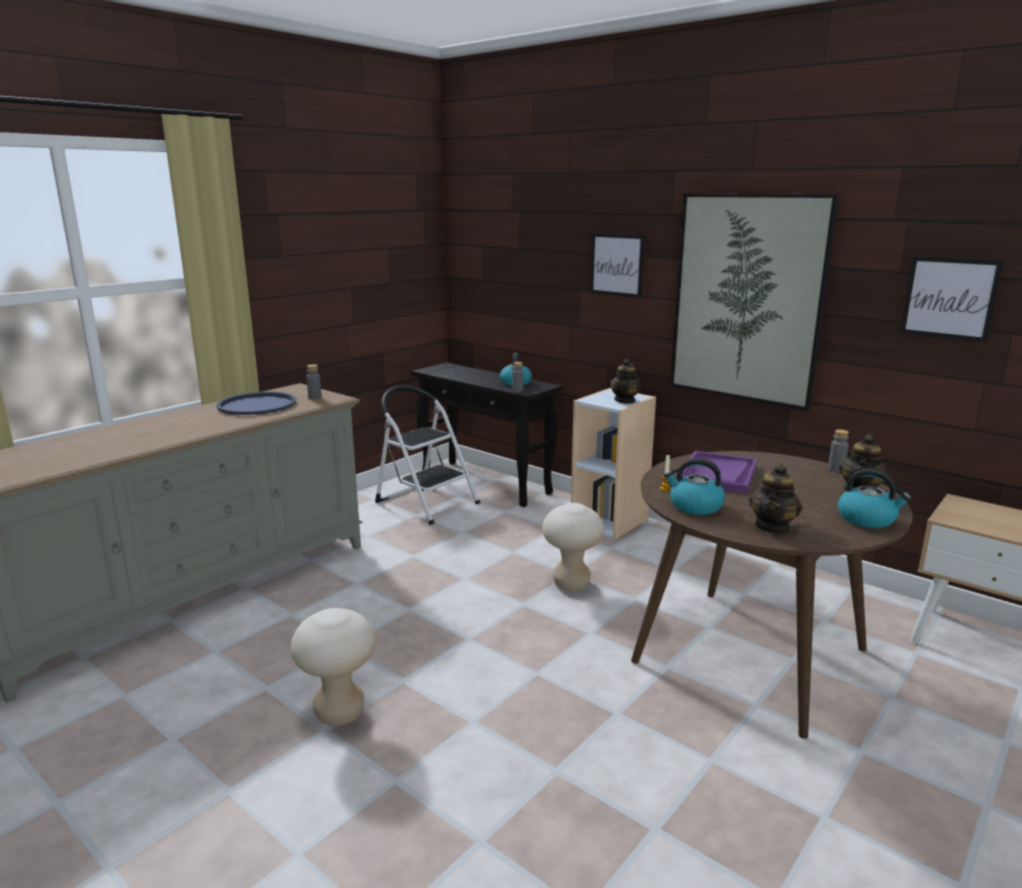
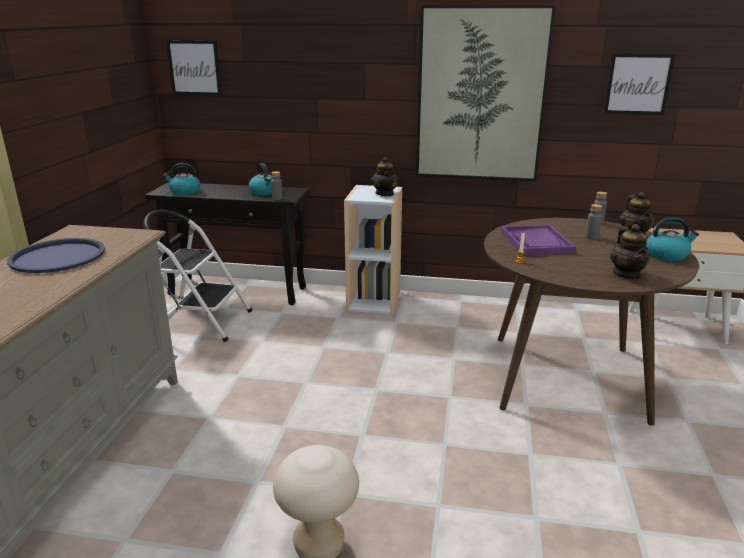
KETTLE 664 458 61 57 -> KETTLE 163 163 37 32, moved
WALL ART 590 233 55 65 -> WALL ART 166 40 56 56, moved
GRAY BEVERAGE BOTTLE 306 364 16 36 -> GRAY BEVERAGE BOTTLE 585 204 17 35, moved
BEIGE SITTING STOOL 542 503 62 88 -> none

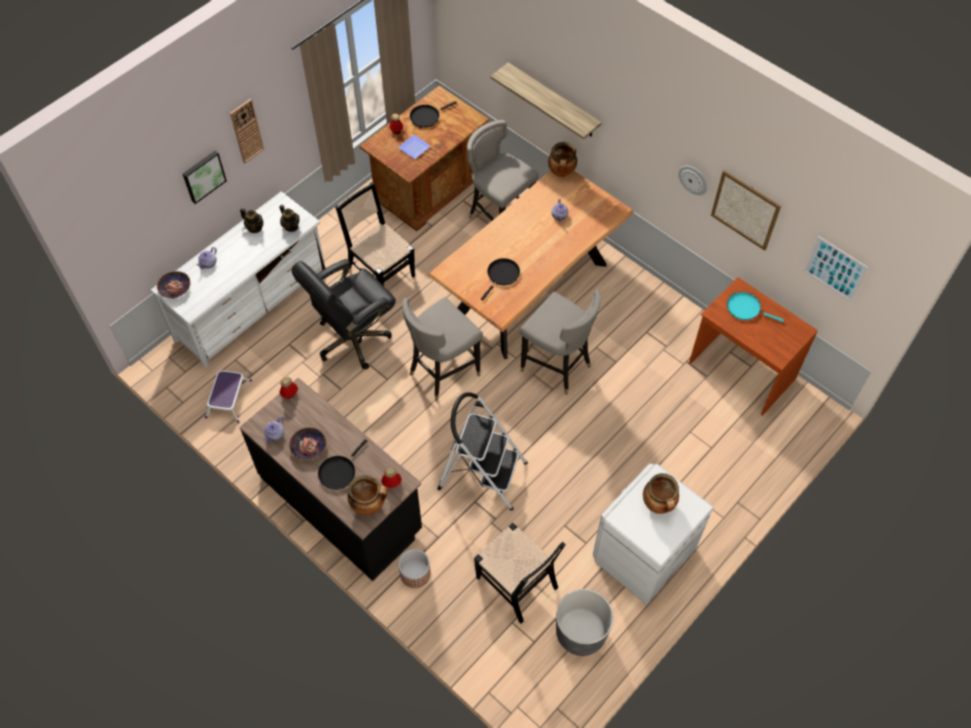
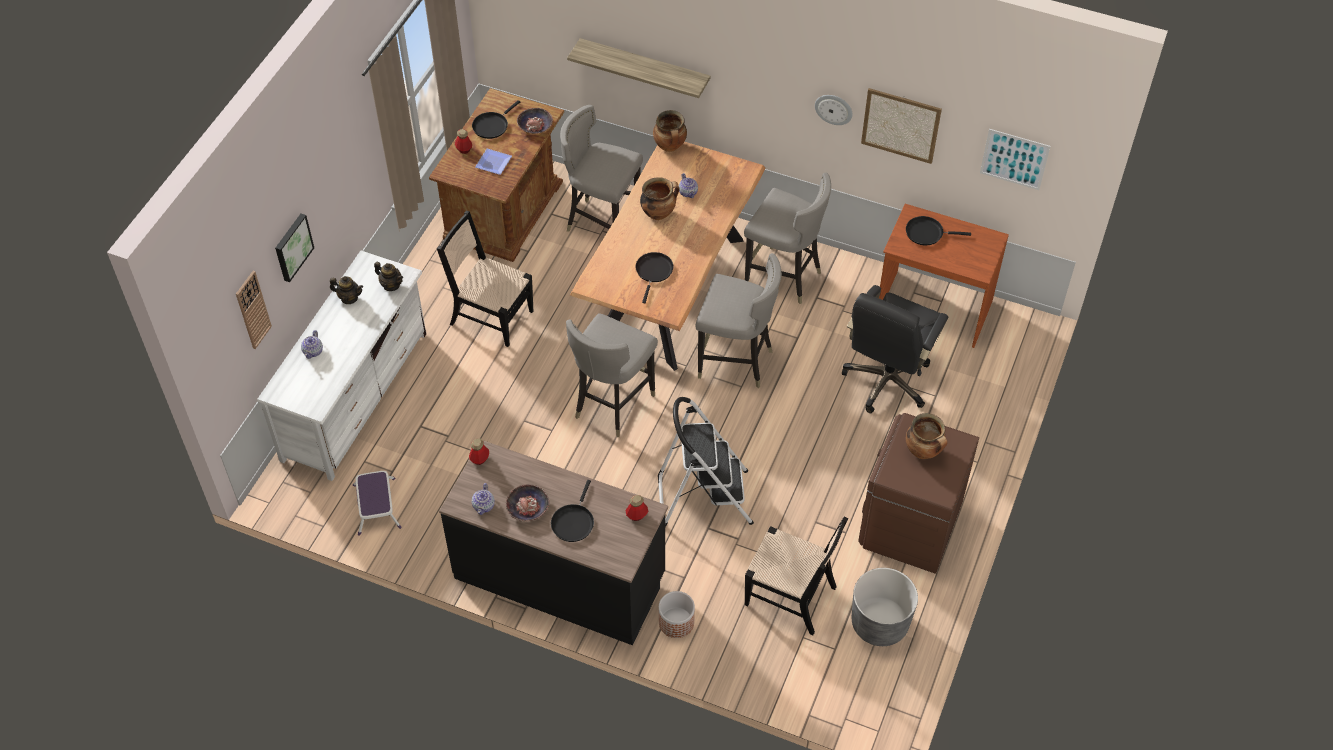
HANGING CLOCK 230 99 34 64 -> HANGING CLOCK 236 271 36 78, moved
BOWL 157 271 34 28 -> BOWL 517 108 36 26, moved
SAUCEPOT 348 475 40 41 -> SAUCEPOT 640 177 40 43, moved
none -> GRAY SITTING STOOL 744 173 87 131
BLACK-COLOURED OFFICE CHAIR 292 259 104 110 -> BLACK-COLOURED OFFICE CHAIR 842 285 106 128, moved
WHITE-COLOURED WASHING MACHINE 593 463 121 142 -> BROWNISH WASHING MACHINE 858 413 121 161
TURQUOISE-COLOURED FRYING PAN 727 292 57 30 -> BLACK-COLOURED FRYING PAN 906 216 65 29

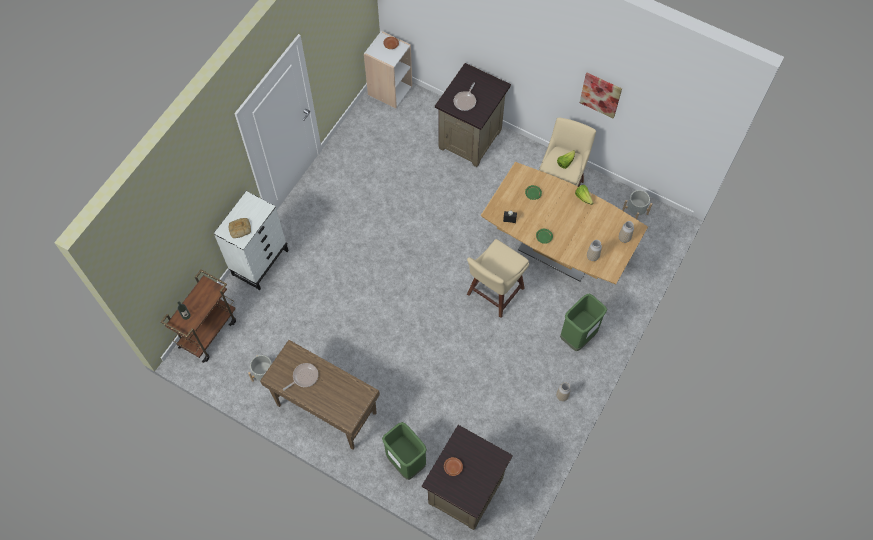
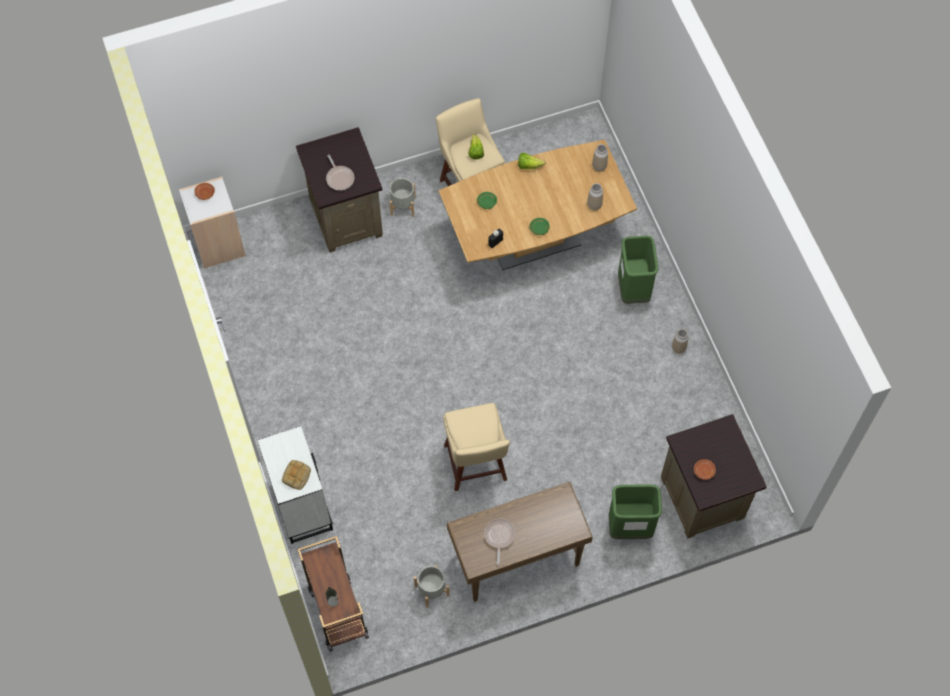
GRAY PLANTER 622 190 30 29 -> GRAY PLANTER 389 178 27 39, moved
BEIGE SITTING STOOL 467 239 62 79 -> BEIGE SITTING STOOL 443 403 67 88, moved
WALL ART 580 73 42 45 -> none

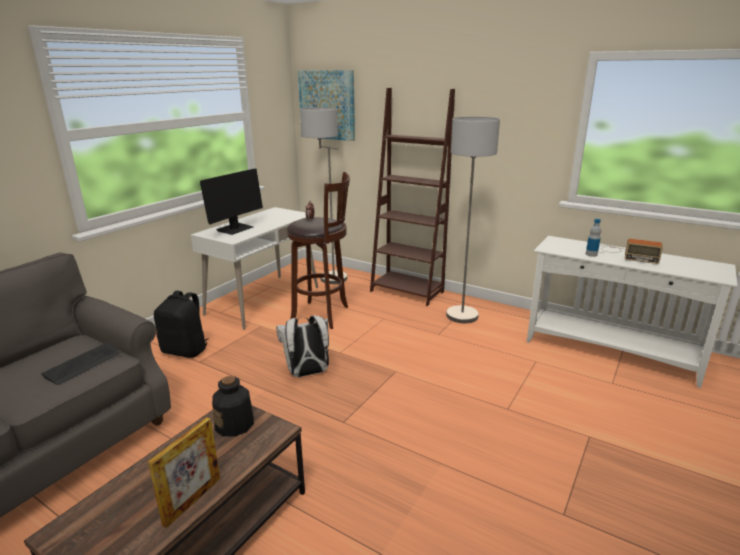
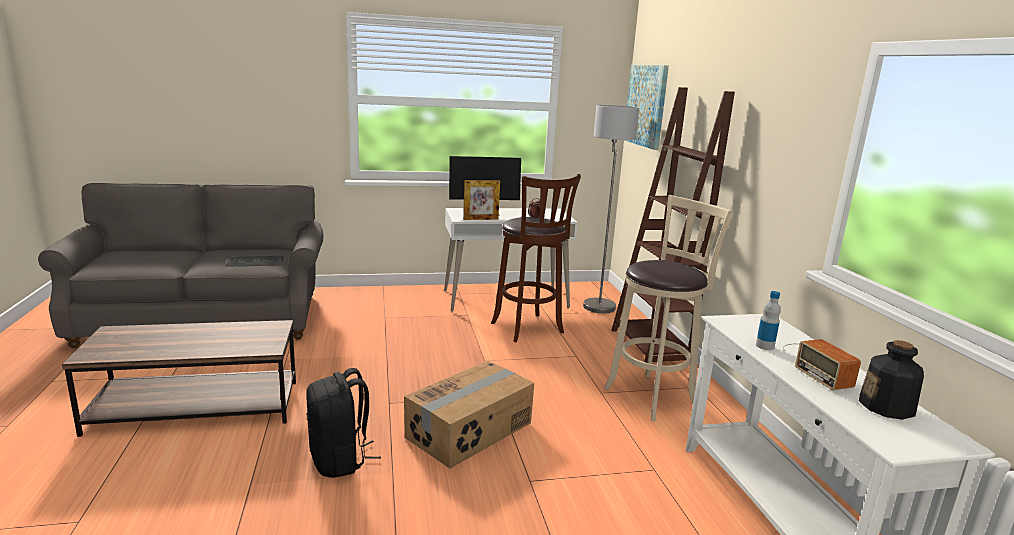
BLACK-COLOURED BACKPACK 154 291 54 67 -> BLACK-COLOURED BACKPACK 306 368 75 110, moved
none -> PACKING BOX 404 361 130 107
PHOTO FRAME 148 417 72 111 -> PHOTO FRAME 463 180 37 40, moved
GRAY STANDING LAMP 446 116 54 207 -> BEIGE SITTING STOOL 604 195 130 226
BEVERAGE BOTTLE 212 376 42 61 -> BEVERAGE BOTTLE 859 340 65 80, moved
WHITE-COLOURED BACKPACK 276 315 53 62 -> none

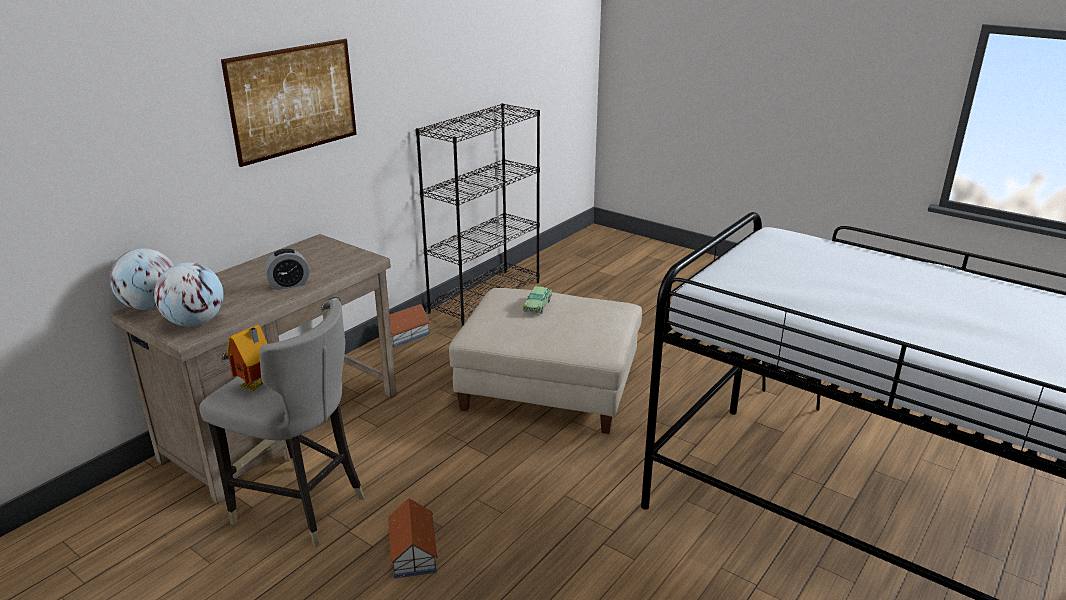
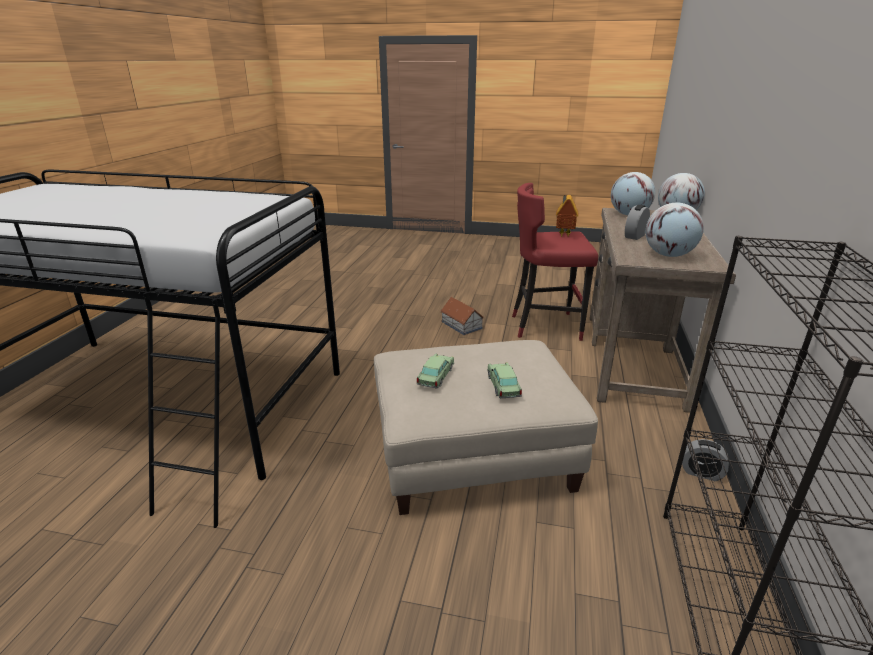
none -> MODEL CAR 417 353 37 35
GRAY SITTING STOOL 199 299 166 248 -> RED SITTING STOOL 512 183 86 158
none -> DESK GLOBE 646 203 58 54
MINIATURE HOUSE 377 304 54 44 -> ALARM CLOCK 682 439 47 42
WALL ART 221 39 136 128 -> none

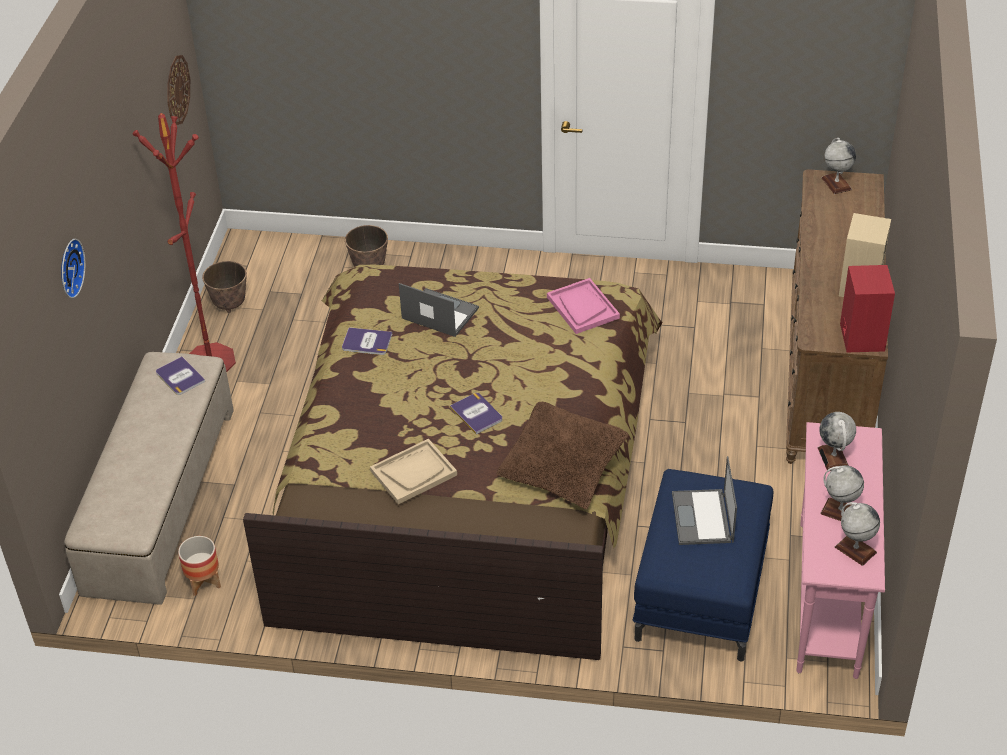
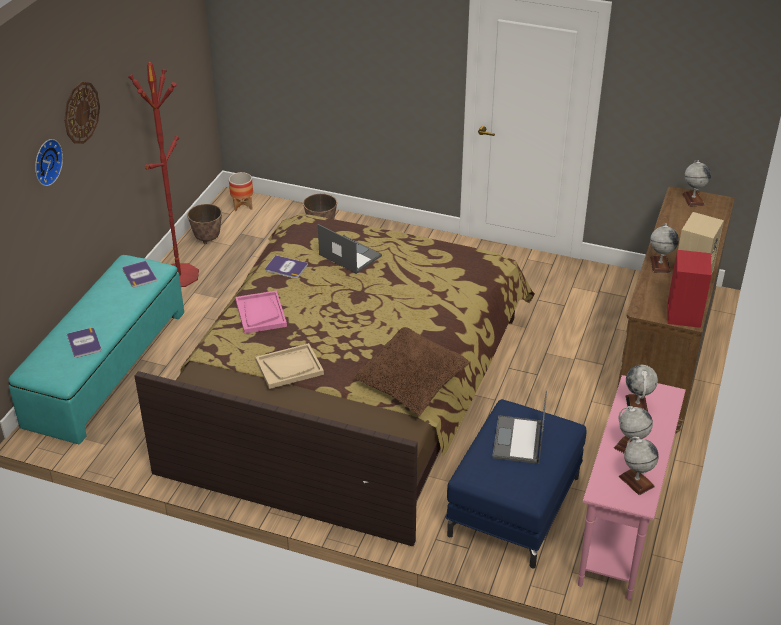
BEIGE INDOOR BENCH 64 352 170 253 -> TURQUOISE-COLOURED INDOOR BENCH 8 255 176 189
HANGING CLOCK 167 55 23 70 -> HANGING CLOCK 64 82 36 62, moved
BOOK 450 393 52 42 -> BOOK 67 328 34 30, moved
PLANTER 178 536 43 60 -> PLANTER 229 172 24 39, moved
PINK SERVING TRAY 547 278 73 56 -> PINK SERVING TRAY 235 290 52 44, moved
none -> DESK GLOBE 650 223 29 50

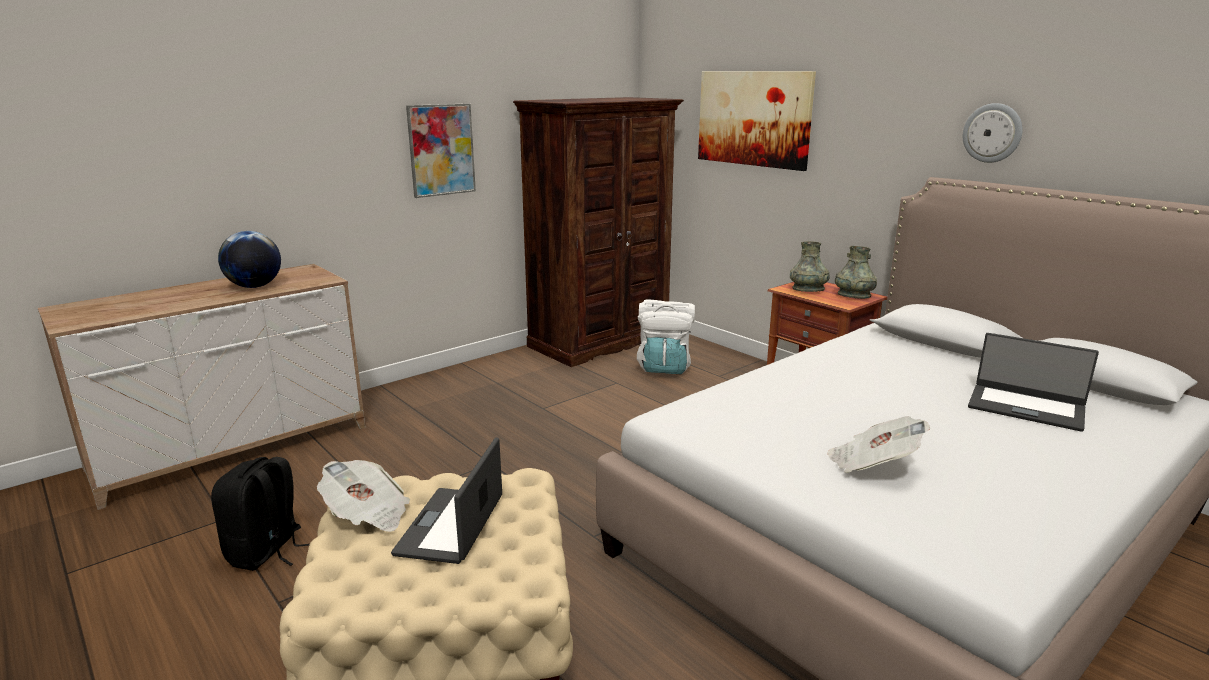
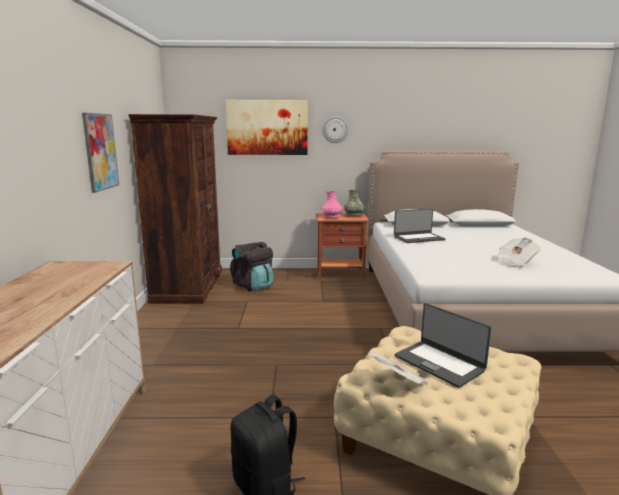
WHITE-COLOURED BACKPACK 637 299 58 75 -> BLACK-COLOURED BACKPACK 230 242 44 49
HANGING CLOCK 963 103 60 60 -> HANGING CLOCK 322 116 27 27, moved
GRAY FLOWER VASE 790 241 40 51 -> PINK FLOWER VASE 322 191 21 27
NOTEBOOK COMPUTER 968 333 131 99 -> NOTEBOOK COMPUTER 394 209 51 34, moved
DESK GLOBE 218 231 63 57 -> none

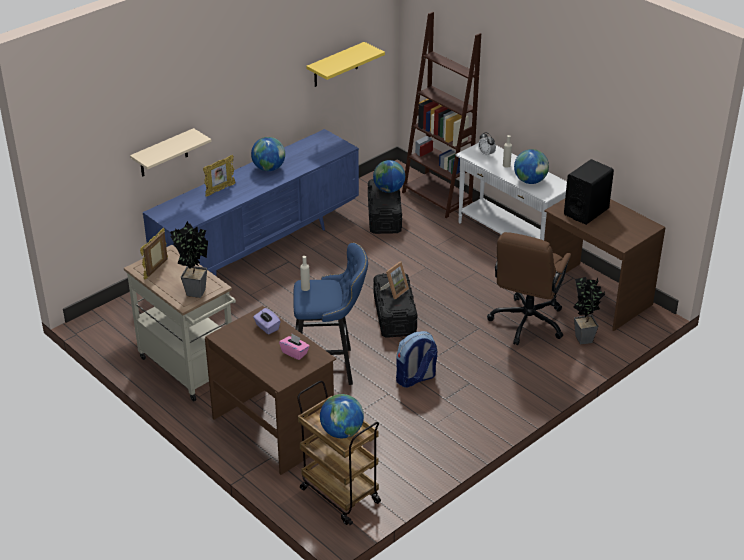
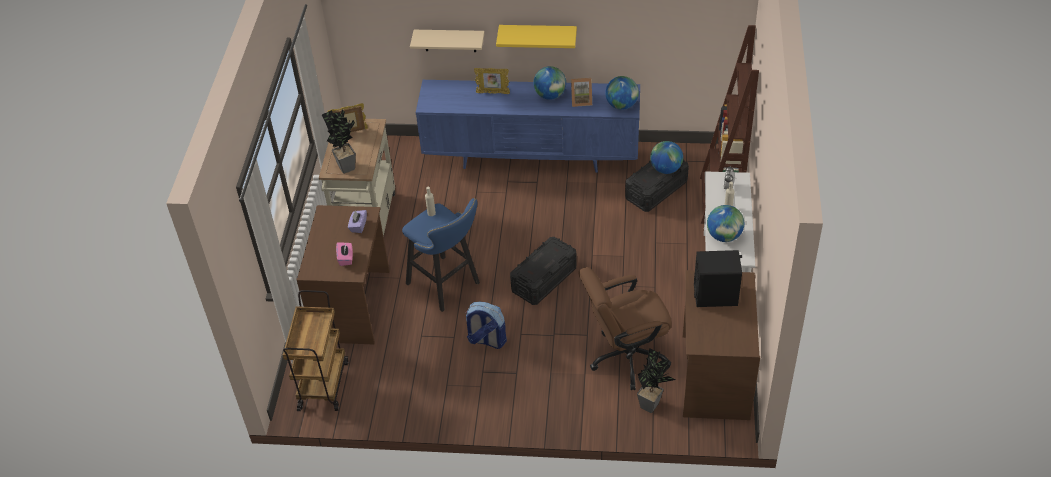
YELLOWISH WALL SHELF 306 42 79 45 -> YELLOWISH WALL SHELF 496 25 81 23, moved
PHOTO FRAME 380 261 29 38 -> PHOTO FRAME 571 78 21 29, moved
DESK GLOBE 320 394 44 44 -> DESK GLOBE 605 76 34 34, moved

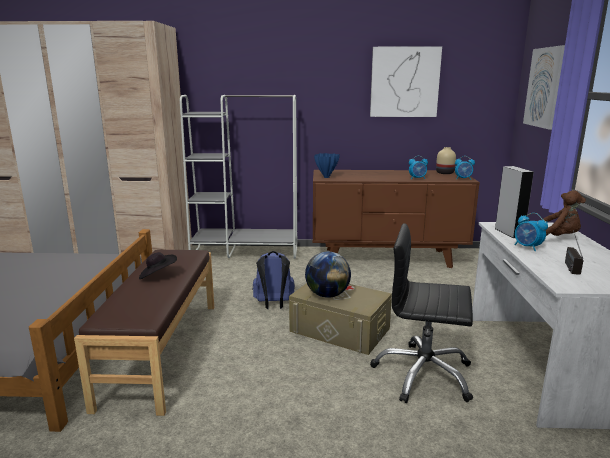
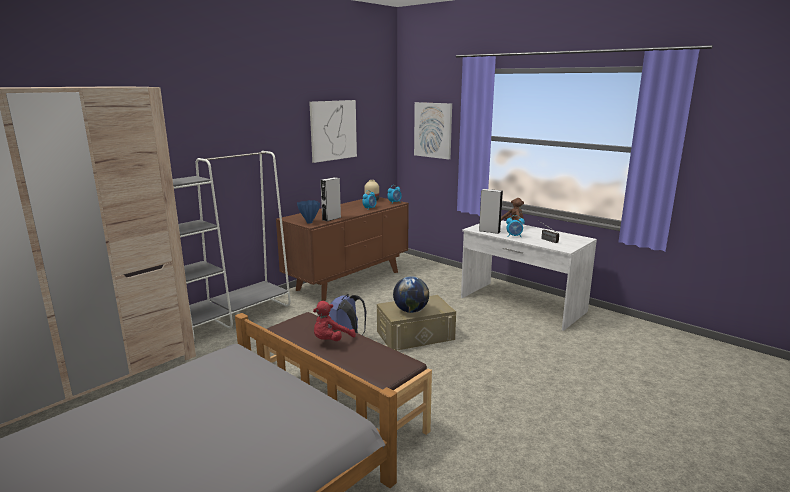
BLACK-COLOURED CLOTHING HAT 139 252 38 27 -> RED SOFT TOY 313 301 43 40
none -> GRAY LOUDSPEAKER 320 177 21 44
BLACK-COLOURED OFFICE CHAIR 370 223 103 180 -> none

